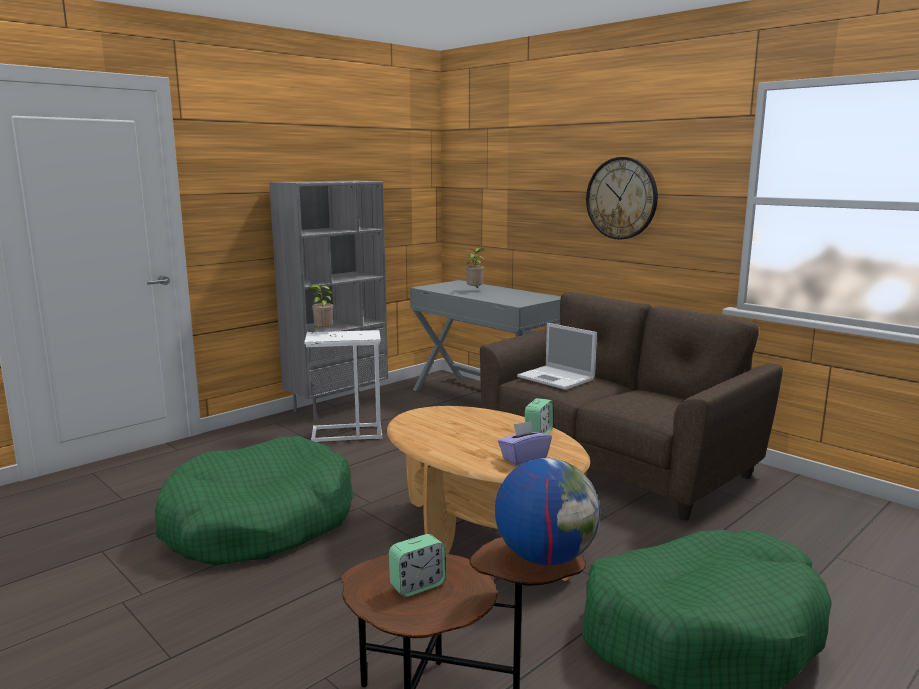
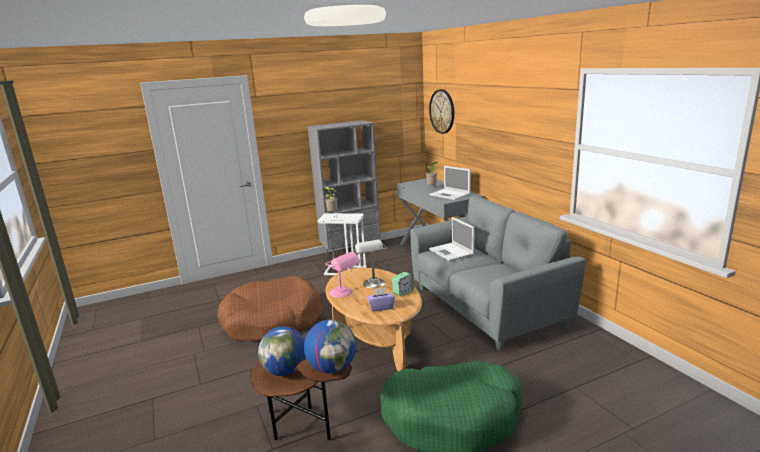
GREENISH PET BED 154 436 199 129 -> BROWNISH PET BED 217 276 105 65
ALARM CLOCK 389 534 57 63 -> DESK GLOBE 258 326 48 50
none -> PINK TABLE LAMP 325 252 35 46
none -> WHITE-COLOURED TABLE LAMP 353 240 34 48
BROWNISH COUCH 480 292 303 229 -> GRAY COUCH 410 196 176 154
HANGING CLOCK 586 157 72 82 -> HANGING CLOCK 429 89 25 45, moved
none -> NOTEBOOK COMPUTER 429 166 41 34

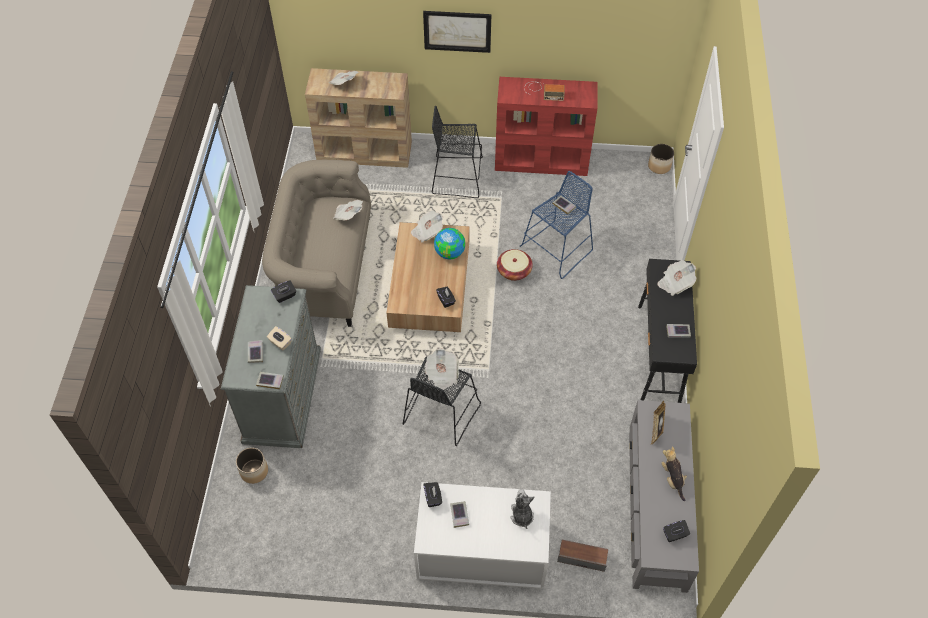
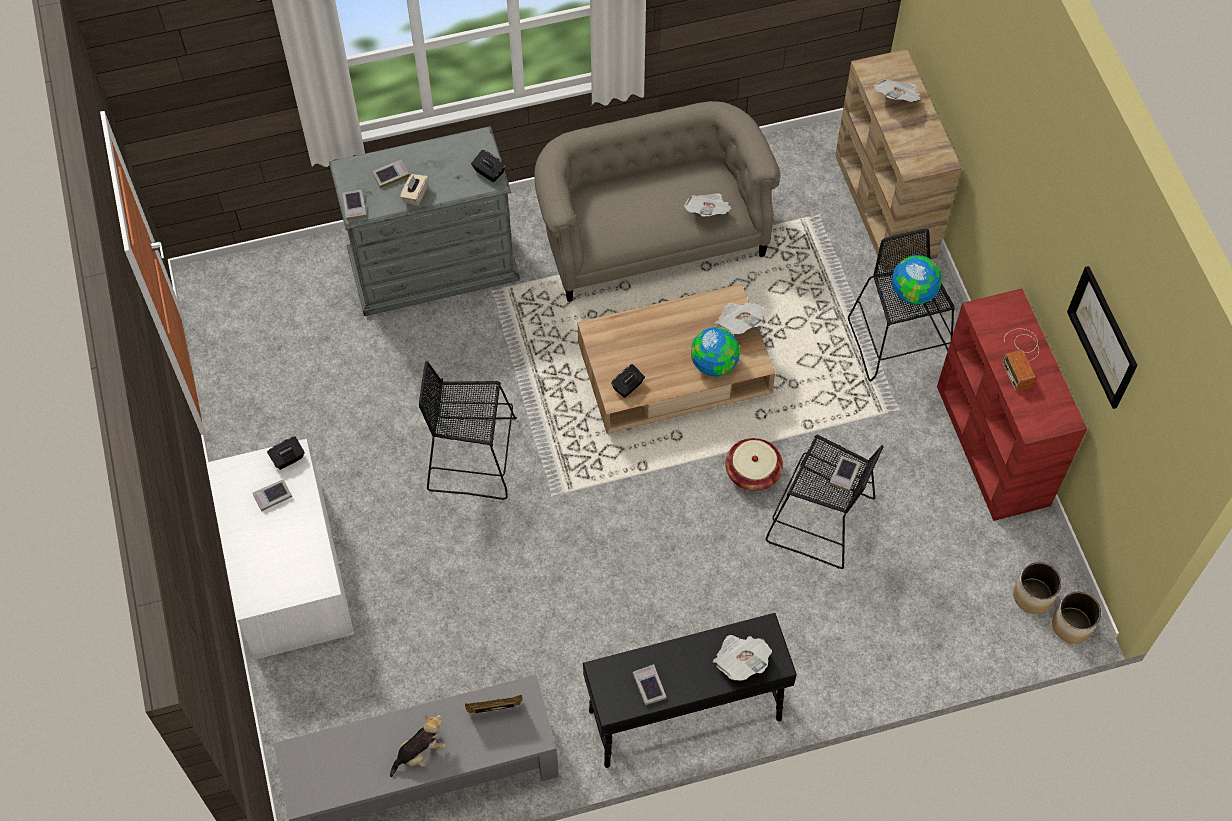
BLUE-COLOURED SITTING STOOL 520 171 73 108 -> BLACK-COLOURED SITTING STOOL 766 435 118 134
none -> DESK GLOBE 892 255 50 50
PLANTER 236 448 32 36 -> PLANTER 1013 562 49 52, moved
WALL ART 423 11 68 42 -> WALL ART 1067 266 71 143, moved
NEWSPAPER 425 348 34 42 -> none
SOFT TOY 510 489 24 40 -> none
LOUDSPEAKER 557 540 51 32 -> none
BLACK-COLOURED TISSUE HOLDER 663 520 27 22 -> none

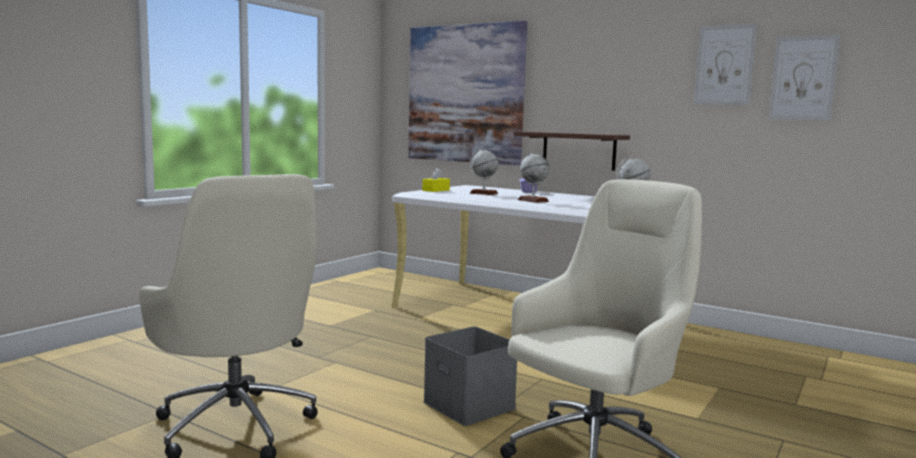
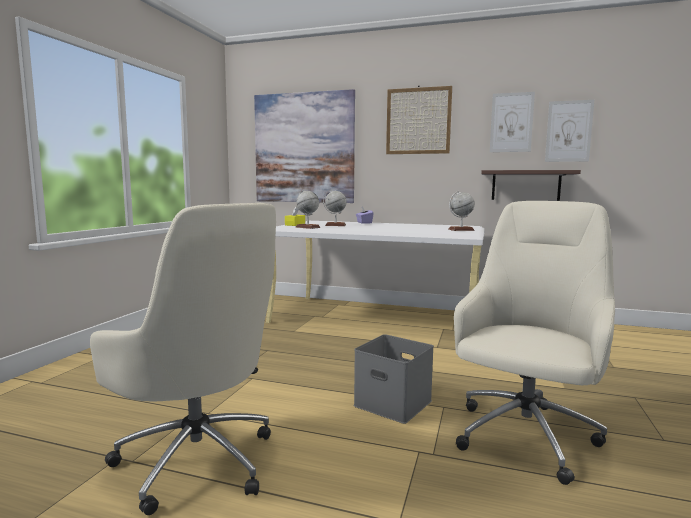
DESK GLOBE 518 152 31 51 -> DESK GLOBE 296 190 24 39, moved
none -> WALL ART 386 86 66 68
WALL SHELF 514 132 116 39 -> WALL SHELF 481 170 100 31, moved

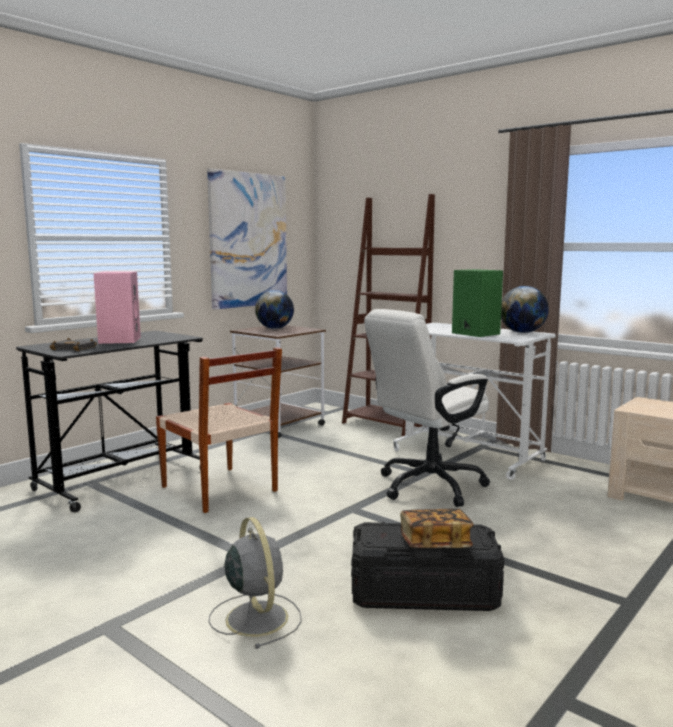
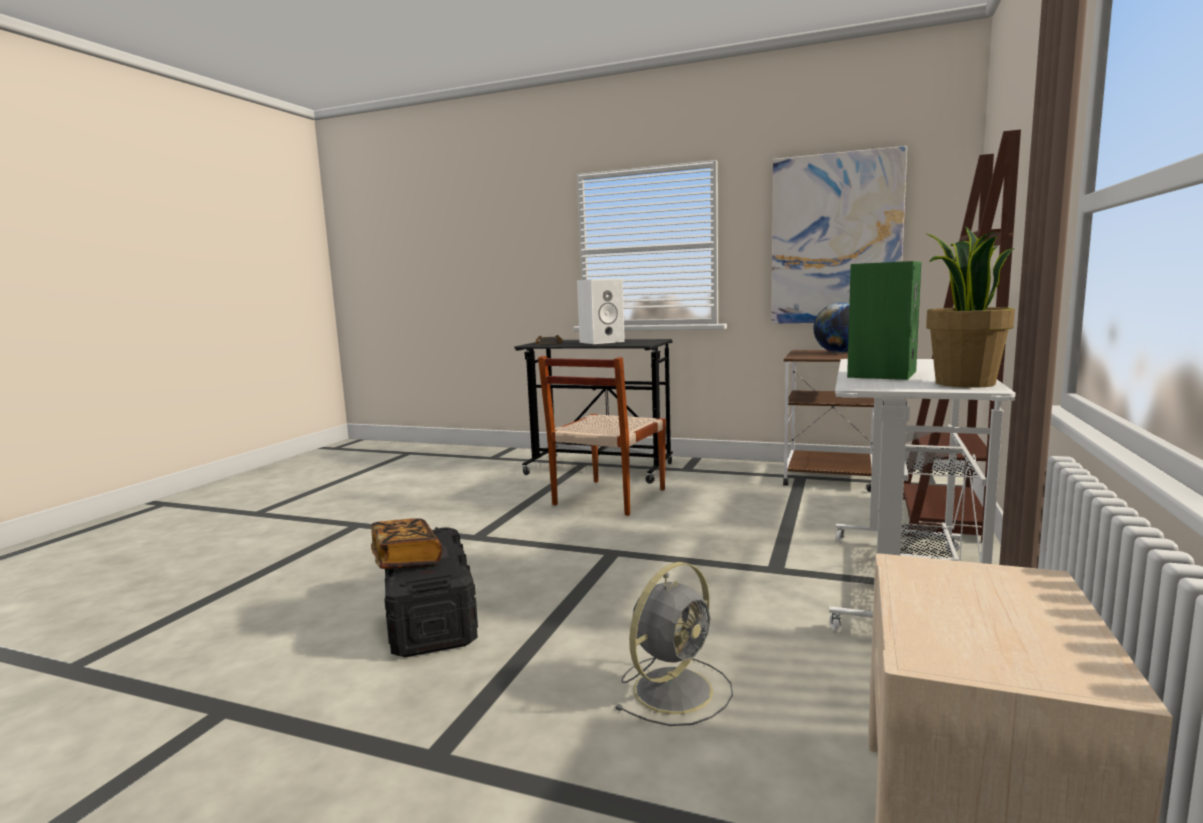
PINK LOUDSPEAKER 93 271 48 73 -> WHITE-COLOURED LOUDSPEAKER 577 279 48 65
GRAY FAN 209 517 93 132 -> GRAY FAN 614 562 119 164, moved
DESK GLOBE 501 286 48 47 -> POTTED PLANT 926 227 89 161
WHITE-COLOURED OFFICE CHAIR 364 309 126 198 -> none

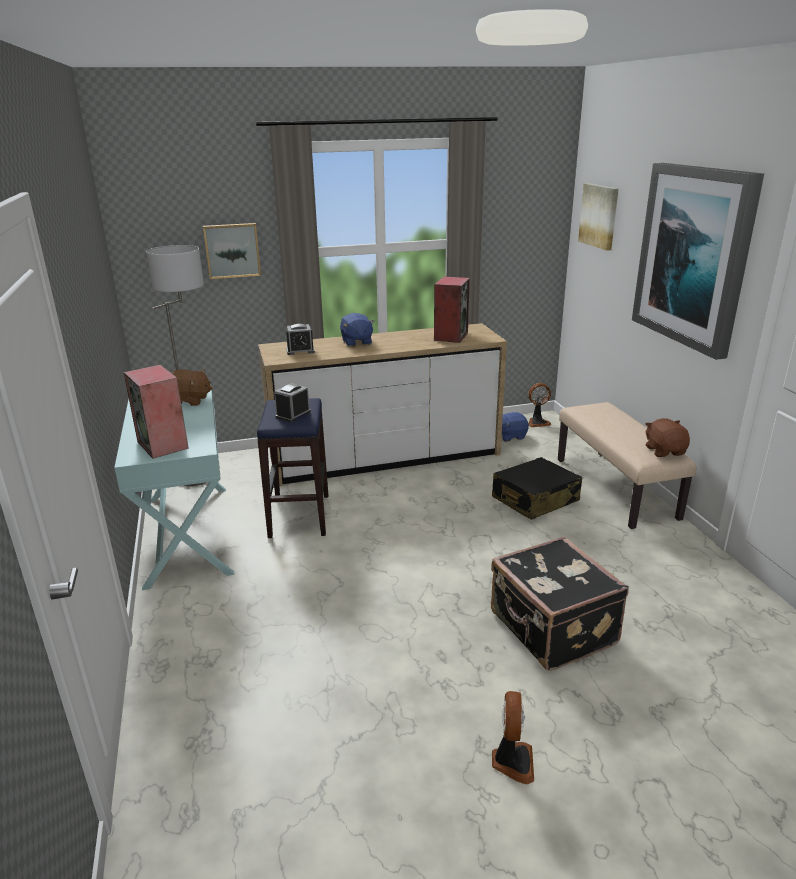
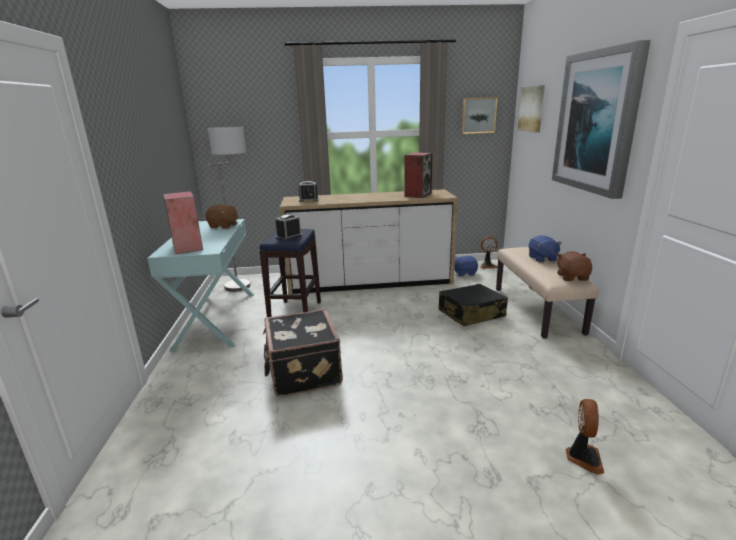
BLACK-COLOURED SUITCASE 491 536 138 135 -> BLACK-COLOURED SUITCASE 263 309 80 88, moved
WALL ART 203 223 58 56 -> WALL ART 461 97 36 37, moved
BLUE-COLOURED SOFT TOY 340 313 35 34 -> BLUE-COLOURED SOFT TOY 528 235 34 28, moved
FAN 492 691 42 93 -> FAN 566 399 38 76, moved

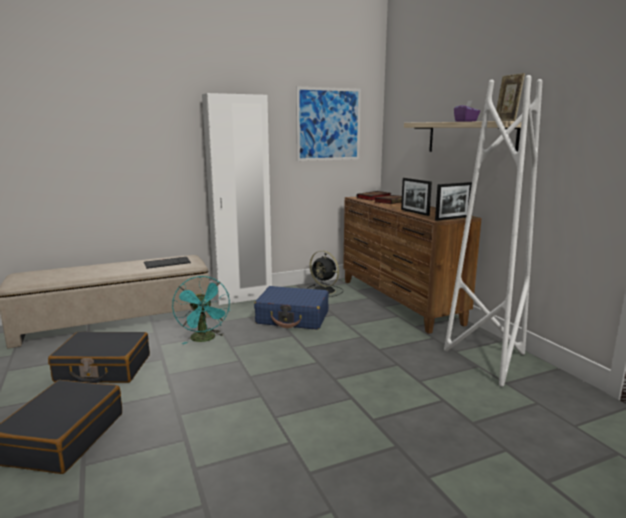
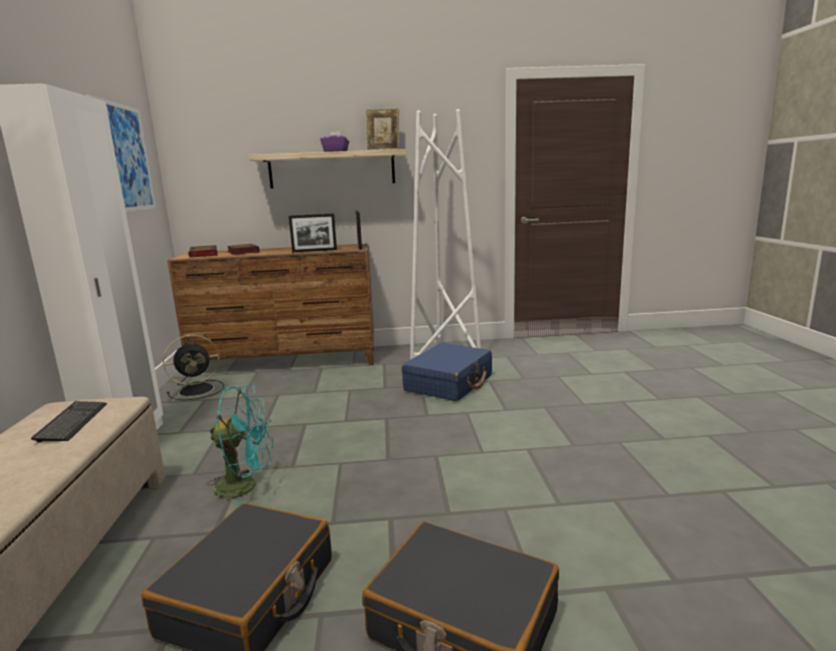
BLUE-COLOURED SUITCASE 254 286 75 44 -> BLUE-COLOURED SUITCASE 402 343 90 58, moved

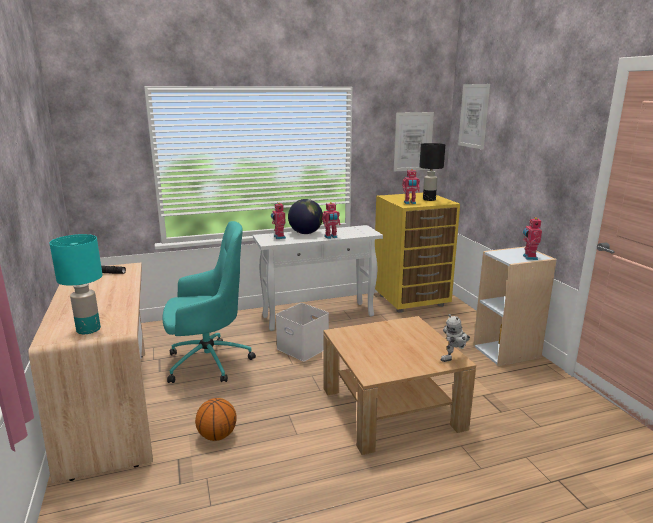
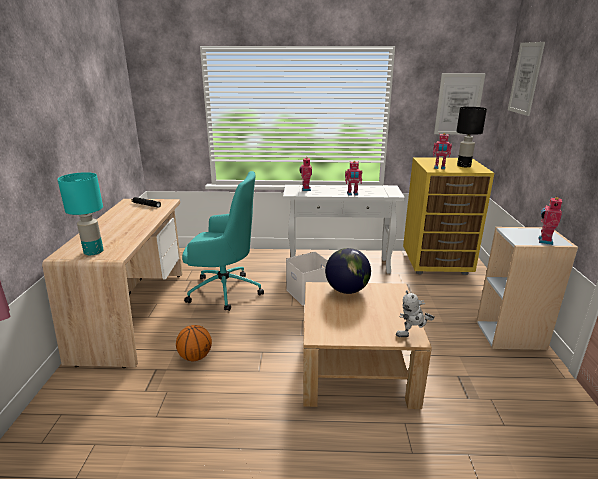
DESK GLOBE 288 199 35 35 -> DESK GLOBE 325 248 46 46, moved

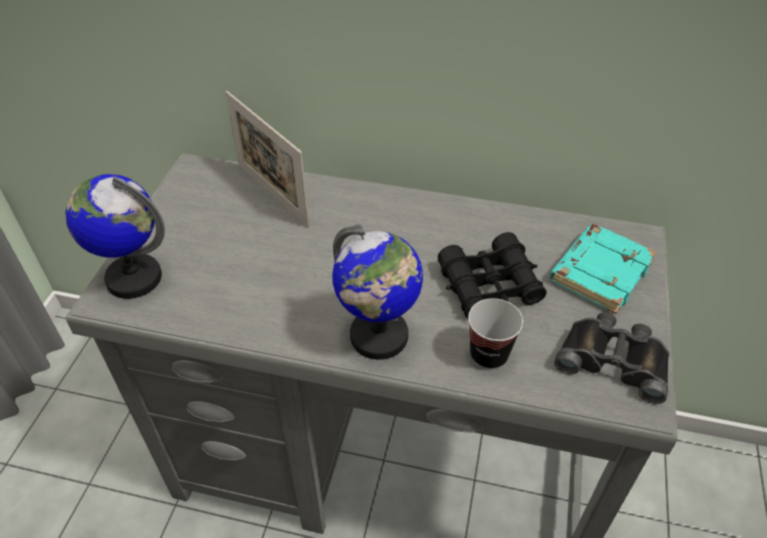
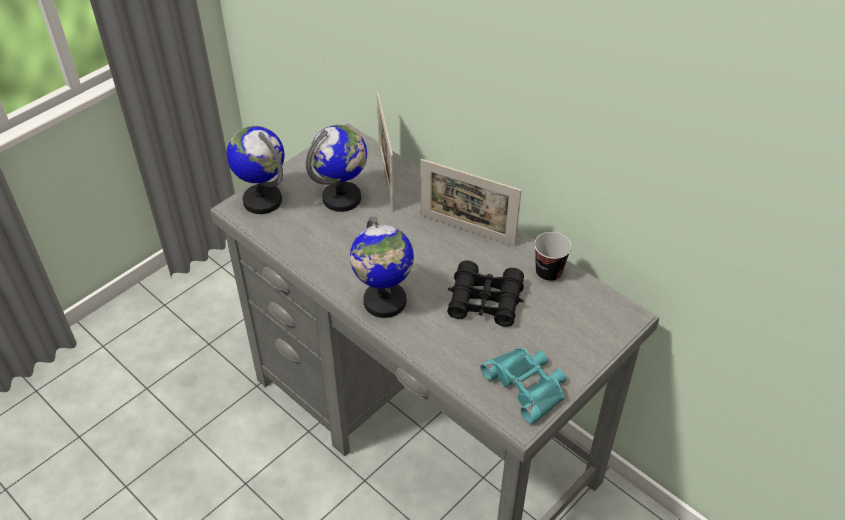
none -> DESK GLOBE 306 125 61 87
none -> PHOTO FRAME 421 159 101 87
BLACK-COLOURED BINOCULARS 554 313 115 91 -> TURQUOISE-COLOURED BINOCULARS 481 348 85 76
DRINKING CUP 468 298 55 72 -> DRINKING CUP 534 232 38 50, moved
TURQUOISE-COLOURED BOOK 549 224 107 90 -> none

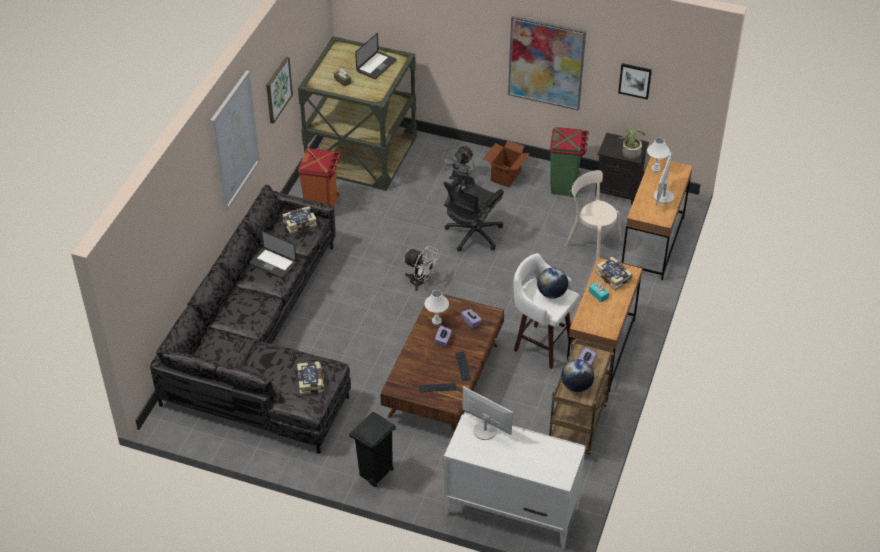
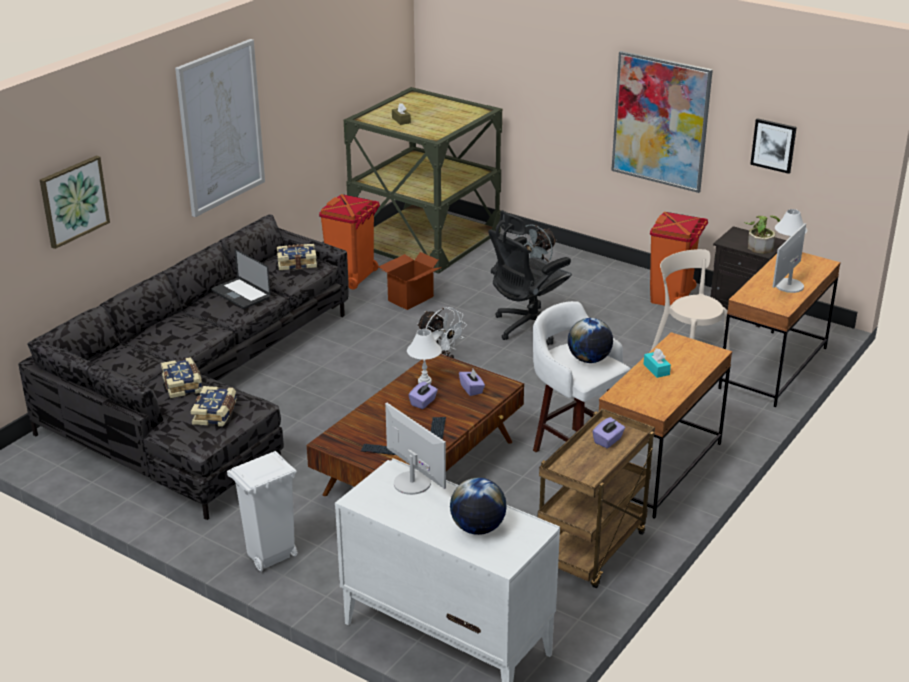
WALL ART 266 57 27 67 -> WALL ART 40 155 70 94, moved
BOOK 595 257 38 33 -> BOOK 161 357 41 41, moved
BLACK-COLOURED WASTE BIN 349 412 47 75 -> WHITE-COLOURED WASTE BIN 227 451 70 120
PACKING BOX 483 140 47 48 -> PACKING BOX 378 252 64 58, moved
DESK GLOBE 561 359 33 33 -> DESK GLOBE 450 478 57 57, moved
GREENISH WASTE BIN 550 127 39 71 -> ORANGE-COLOURED WASTE BIN 650 212 58 94
NOTEBOOK COMPUTER 355 33 42 46 -> none

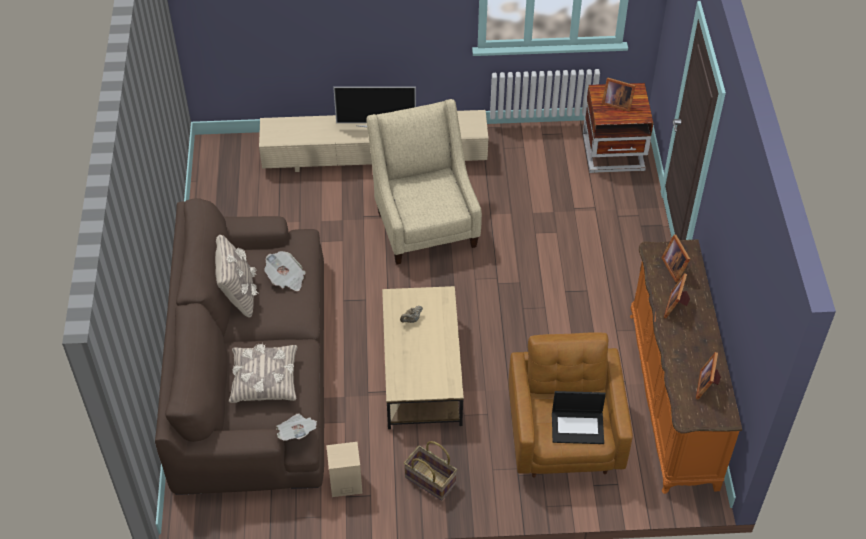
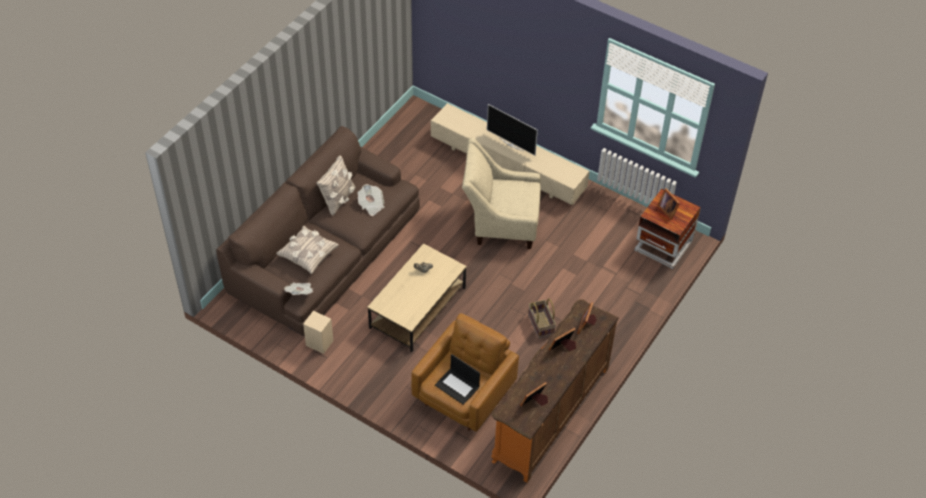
BEIGE LOUNGE CHAIR 366 99 116 165 -> BEIGE LOUNGE CHAIR 462 138 79 111, 105 degrees counterclockwise
BASKET 404 441 53 59 -> BASKET 528 298 28 41, moved

